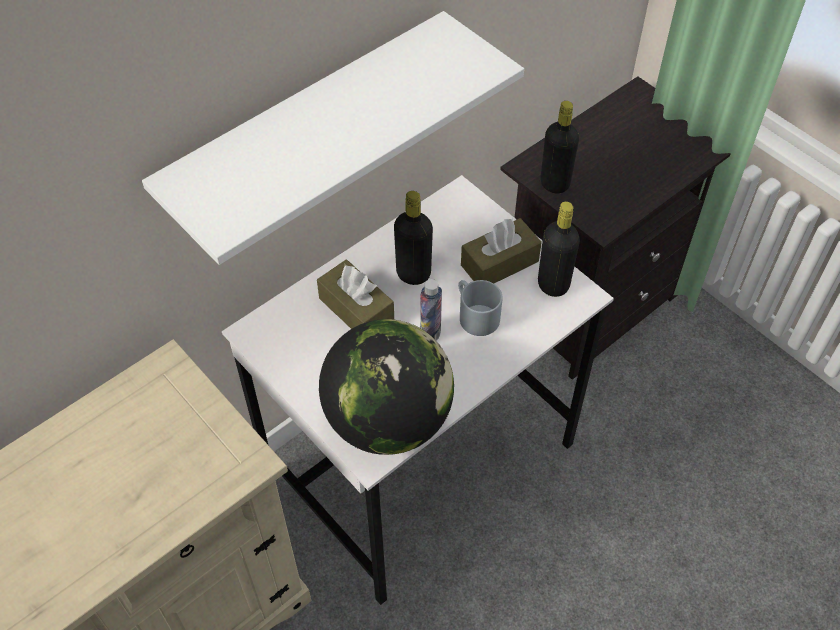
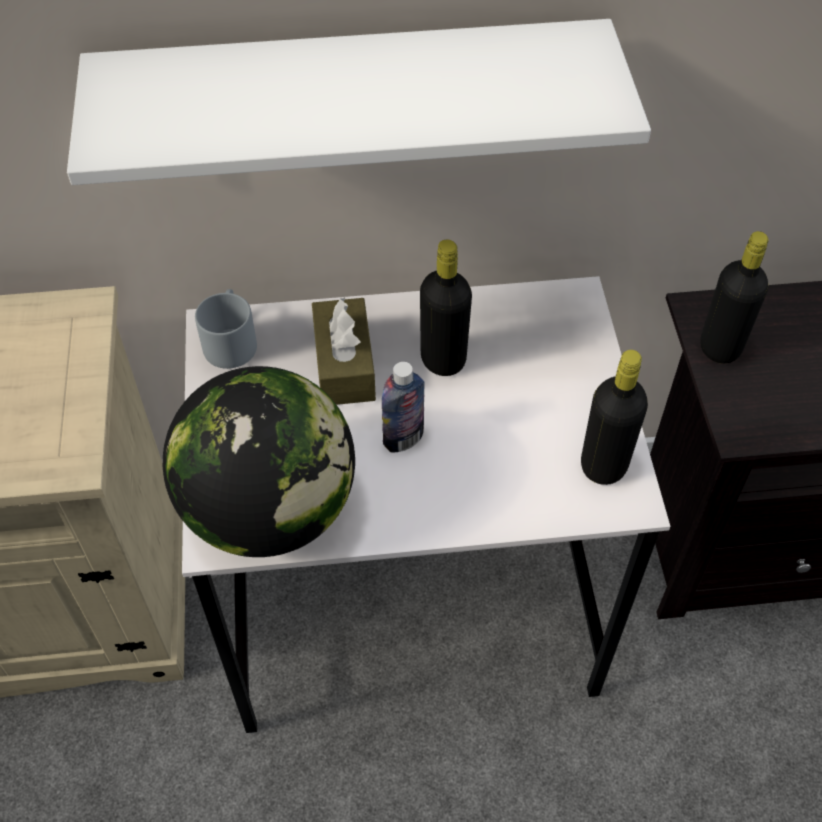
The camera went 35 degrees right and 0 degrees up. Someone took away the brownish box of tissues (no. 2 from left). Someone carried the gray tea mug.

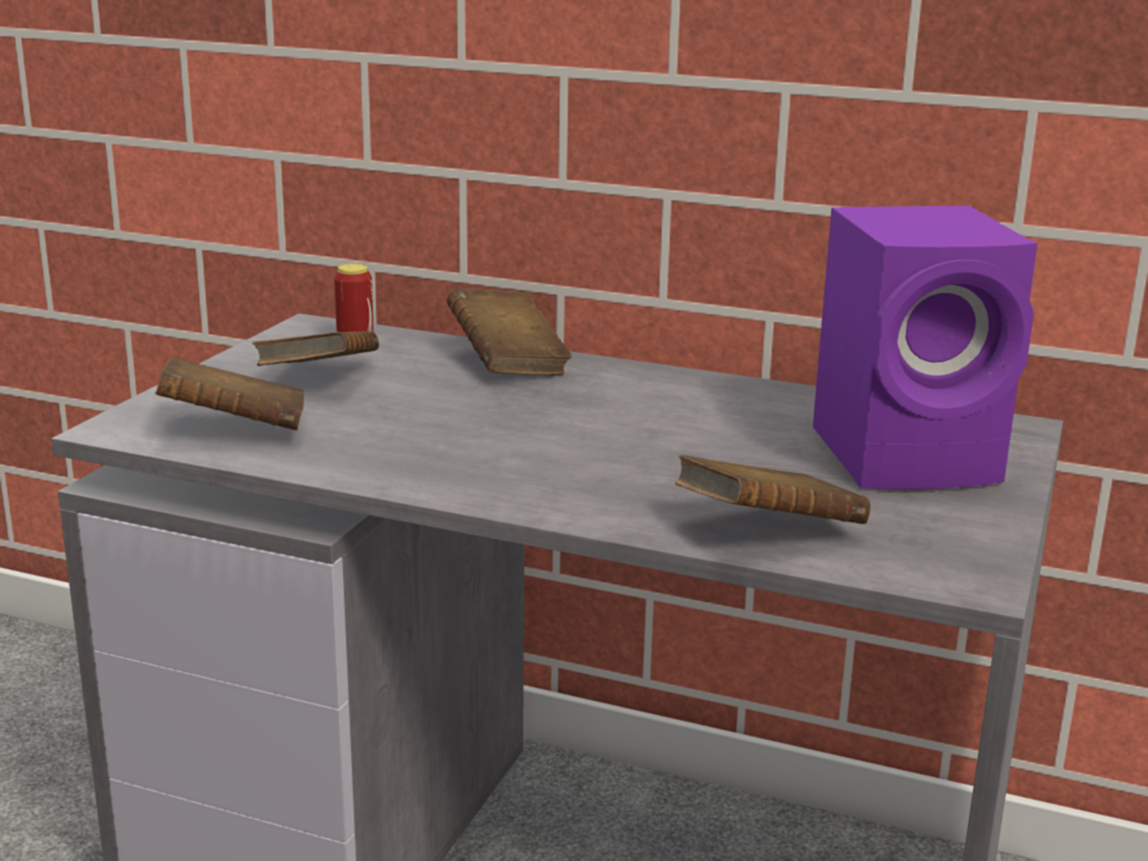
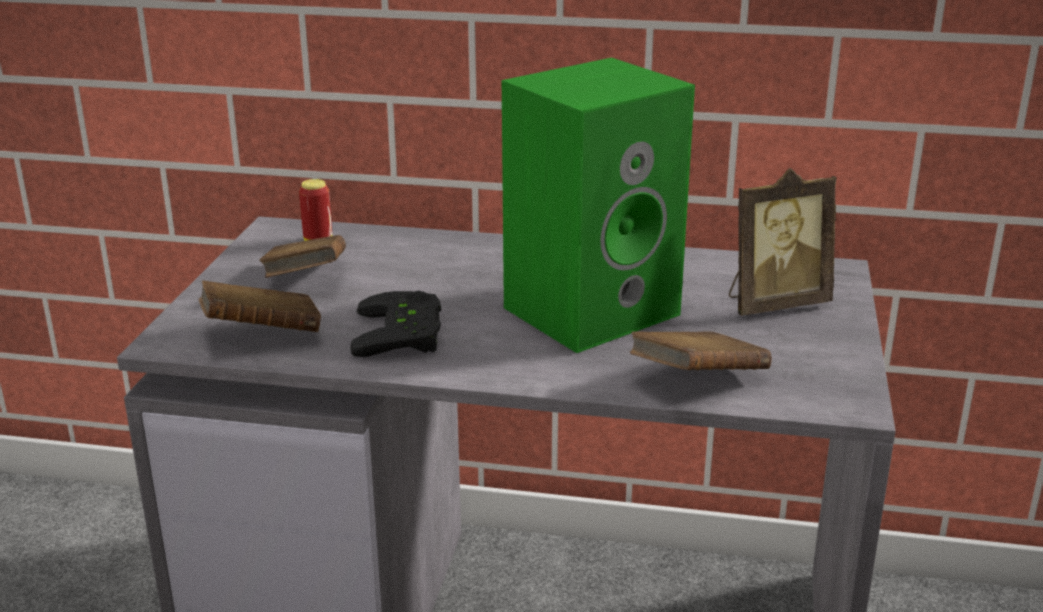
The camera went 10 degrees left and 5 degrees up. Someone took away the brownish bound book (no. 3 from left). Someone put down the black-coloured game controller. Someone put down the green audio speaker. Someone swapped the purplish audio speaker for the standing frame.

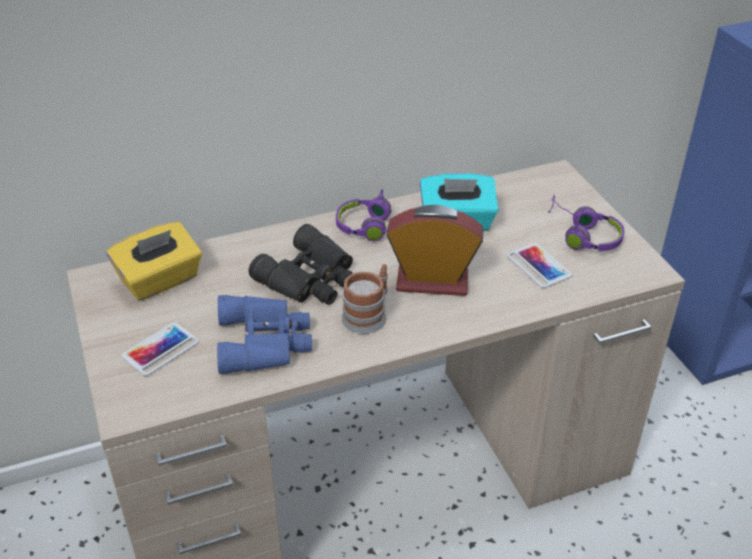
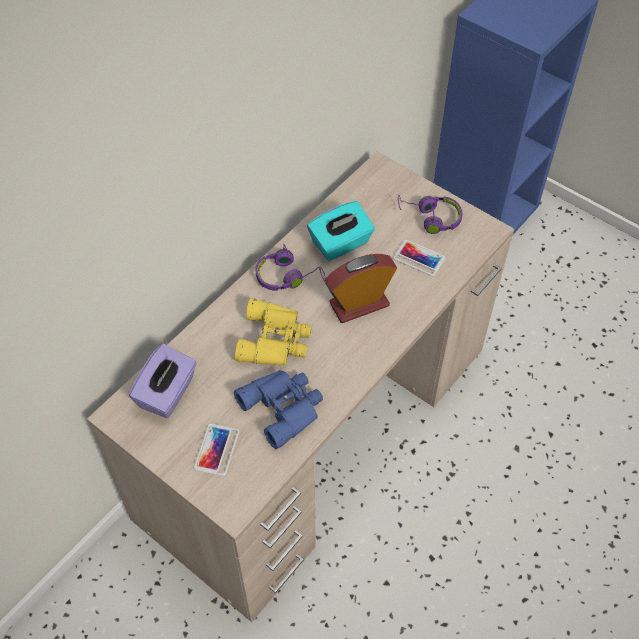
The camera went 30 degrees left and 15 degrees up. Someone took away the tea mug. Someone repainted the yellow-coloured box of tissues, which became the purplish box of tissues. Someone repainted the black-coloured field glasses, which became the yellow-coloured field glasses.

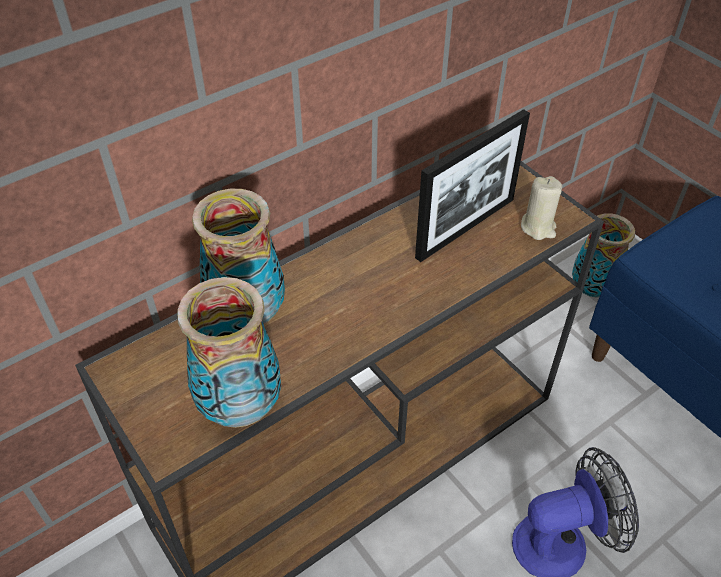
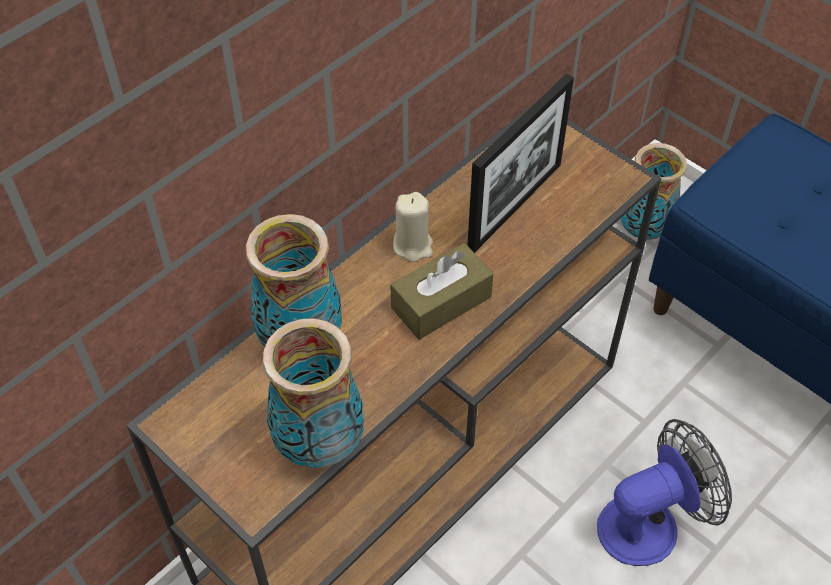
The camera went 10 degrees left and 5 degrees up. Someone put down the brownish box of tissues. Someone carried the beige-coloured candle.

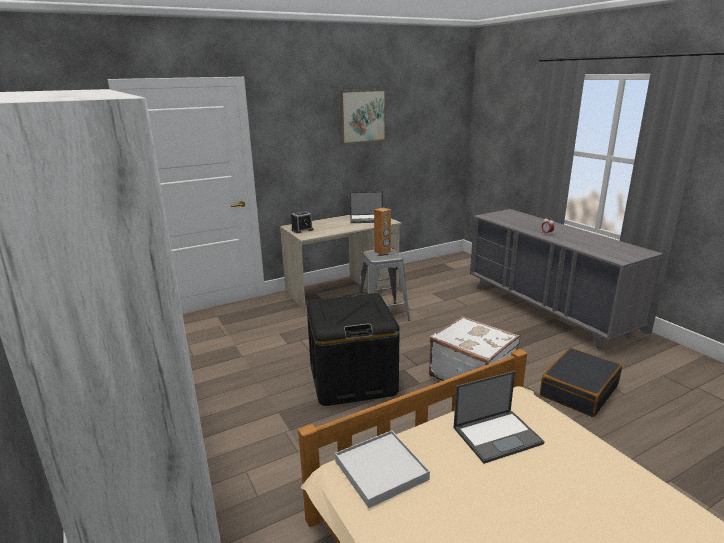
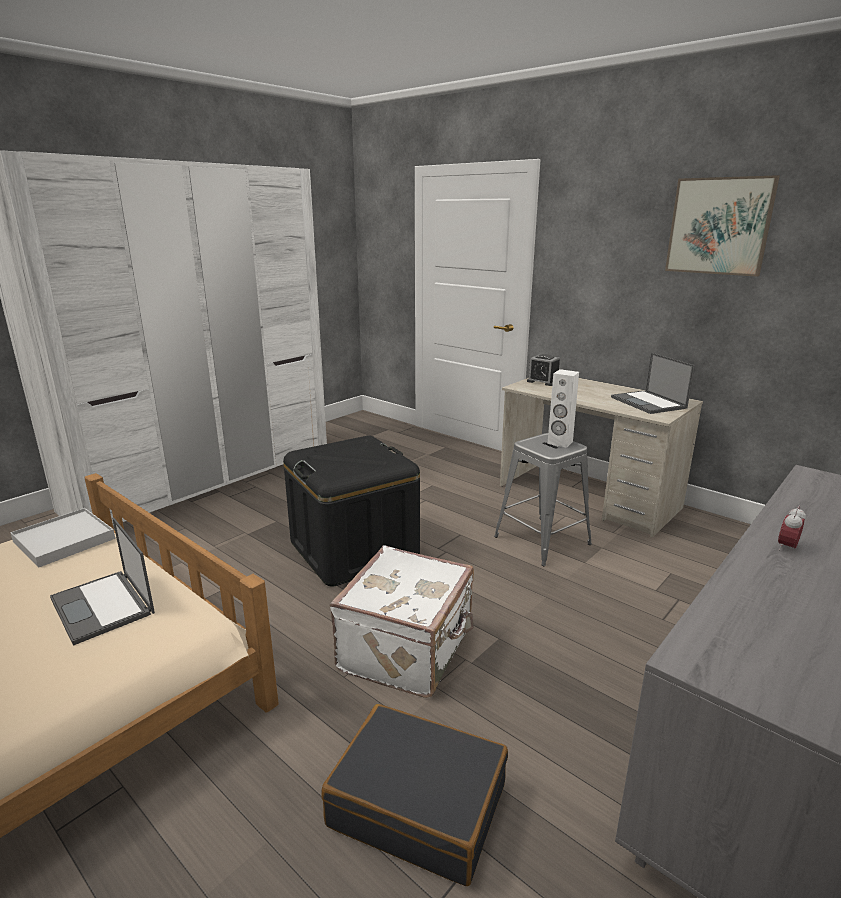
The camera went 70 degrees right and 0 degrees up. Someone repainted the brownish audio speaker, which became the white-coloured audio speaker.

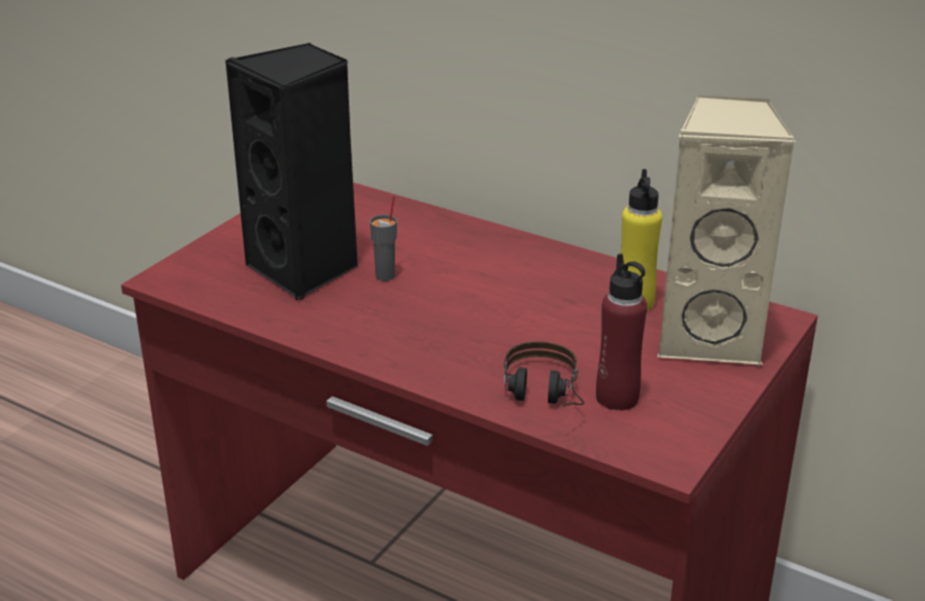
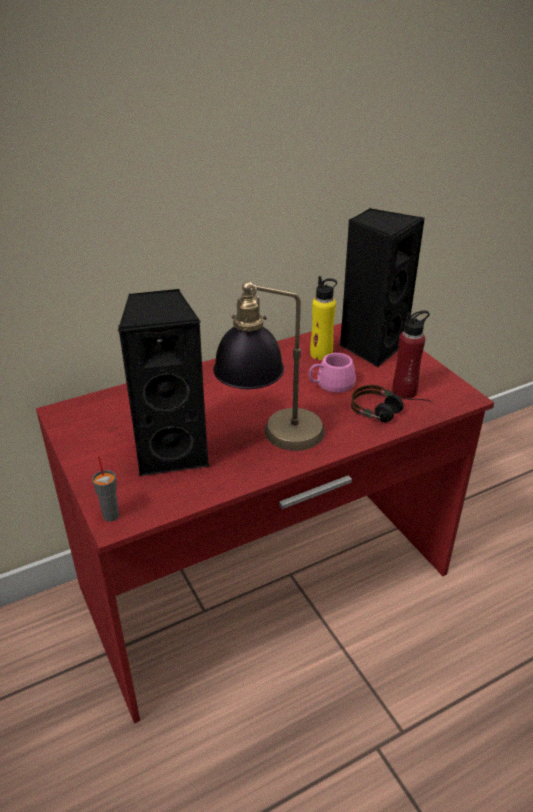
The camera went 60 degrees left and 5 degrees up. Someone put down the lamp for a table. Someone put down the pink tea mug. Someone carried the gray cup. Someone repainted the beige-coloured audio speaker, which became the black-coloured audio speaker (no. 2 from left).

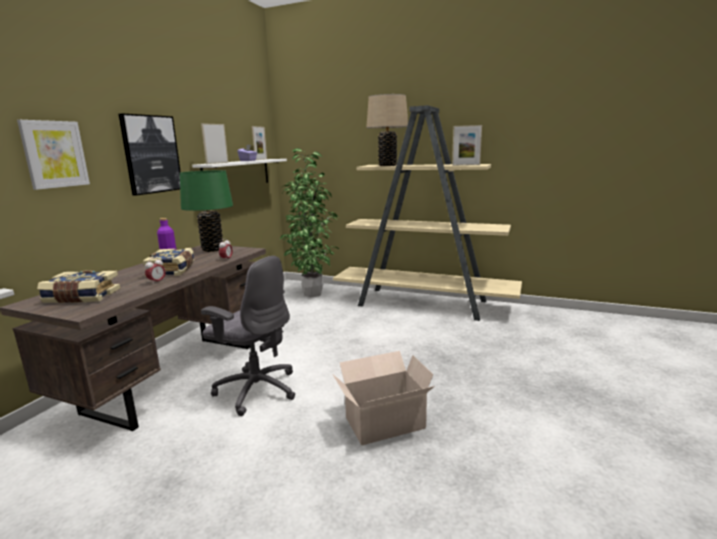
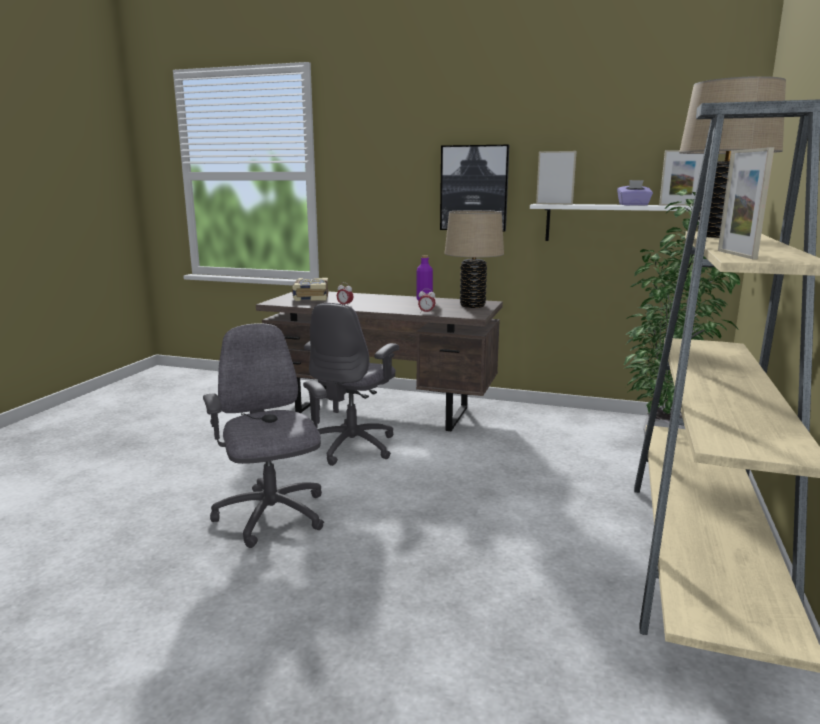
The camera went 85 degrees right and 0 degrees up. Someone took away the wall picture (no. 1 from left). Someone took away the bound book (no. 2 from left). Someone swapped the packing box for the gray desk chair (no. 1 from left). Someone repainted the green lamp for a table, which became the beige-coloured lamp for a table (no. 1 from left).

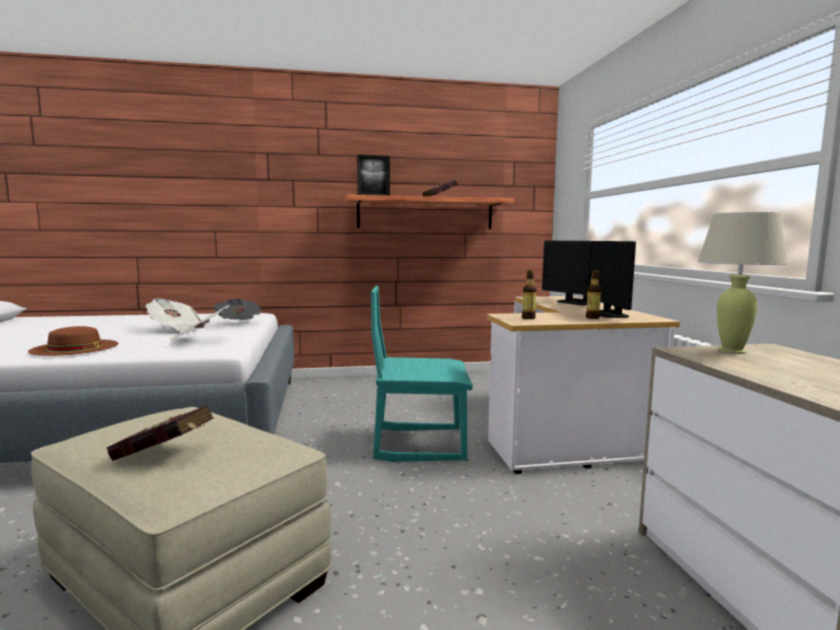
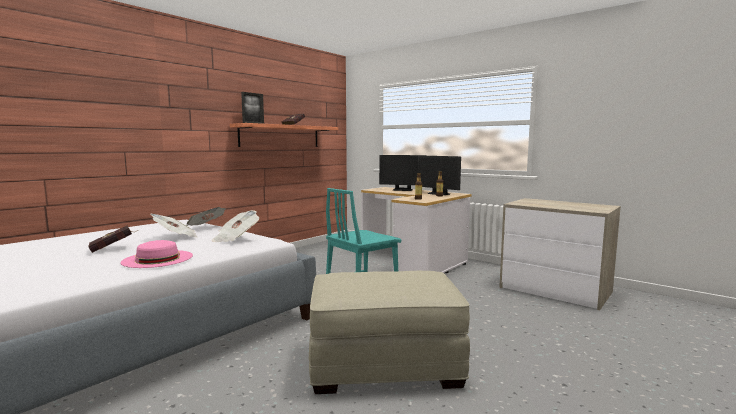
The camera went 40 degrees left and 0 degrees up. Someone took away the beige-coloured lamp for a table. Someone carried the red bound book (no. 1 from left). Someone repainted the brownish hat, which became the pink hat.

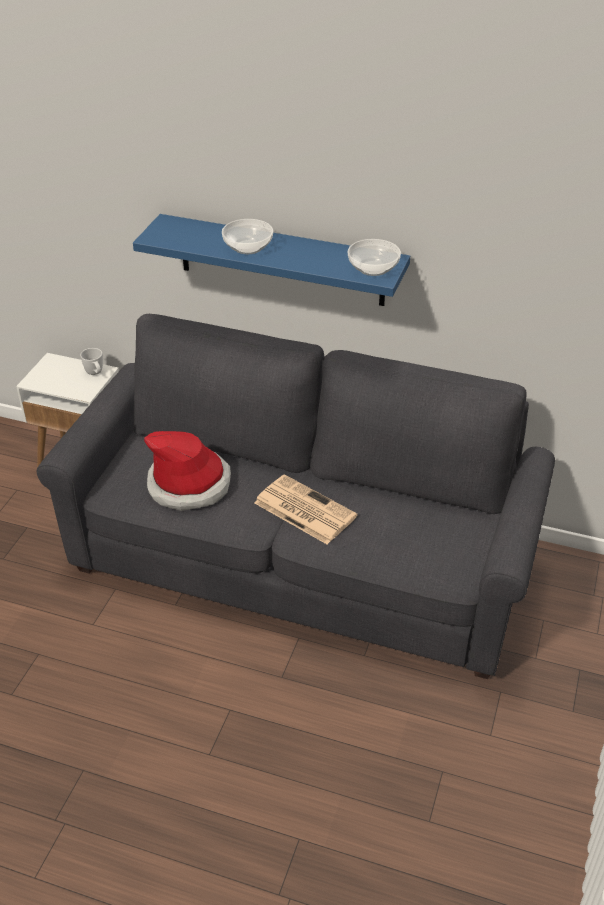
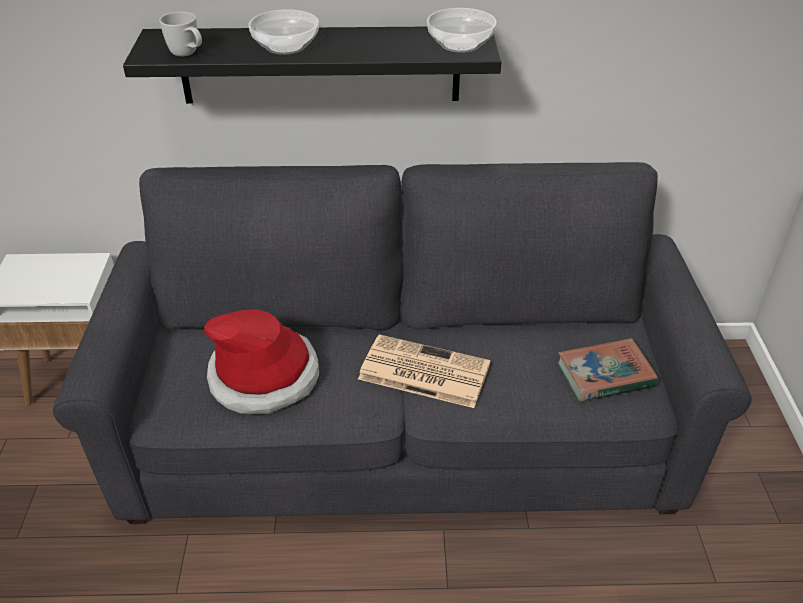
The camera went 20 degrees left and 0 degrees up. Someone put down the bound book. Someone carried the white-coloured tea mug. Someone repainted the blue-coloured bracket shelf, which became the black-coloured bracket shelf.

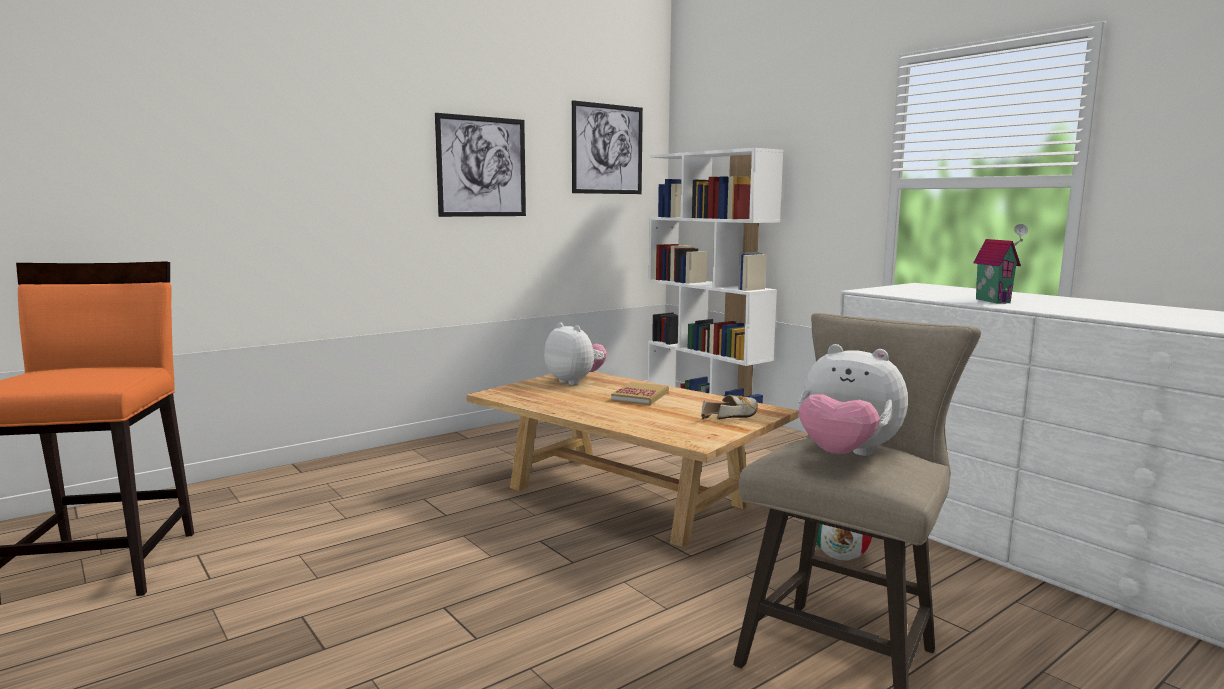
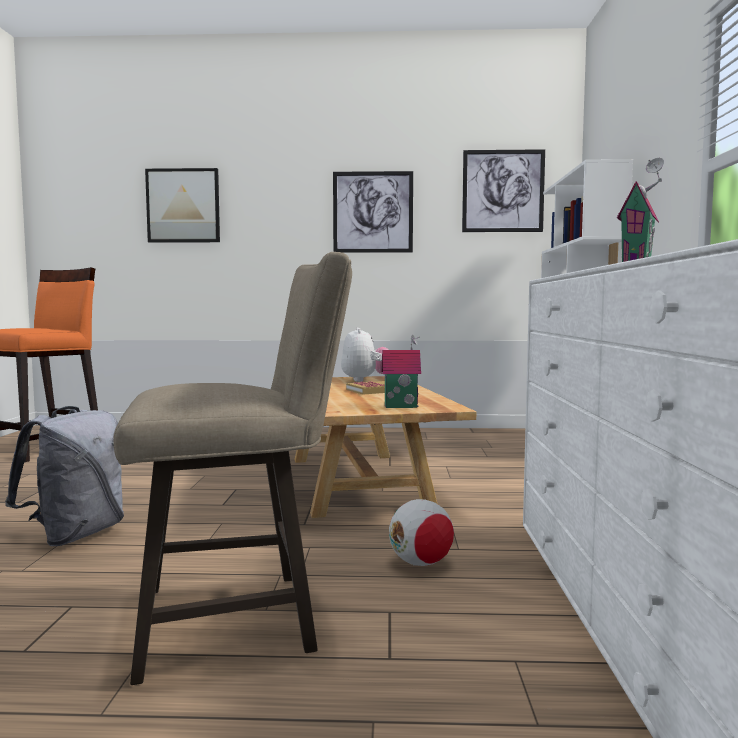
The camera went 40 degrees right and 5 degrees down. Someone took away the soft toy (no. 2 from left). Someone put down the gray rucksack. Someone put up the wall picture (no. 1 from left). Someone swapped the low shoe for the miniature house (no. 1 from left).

